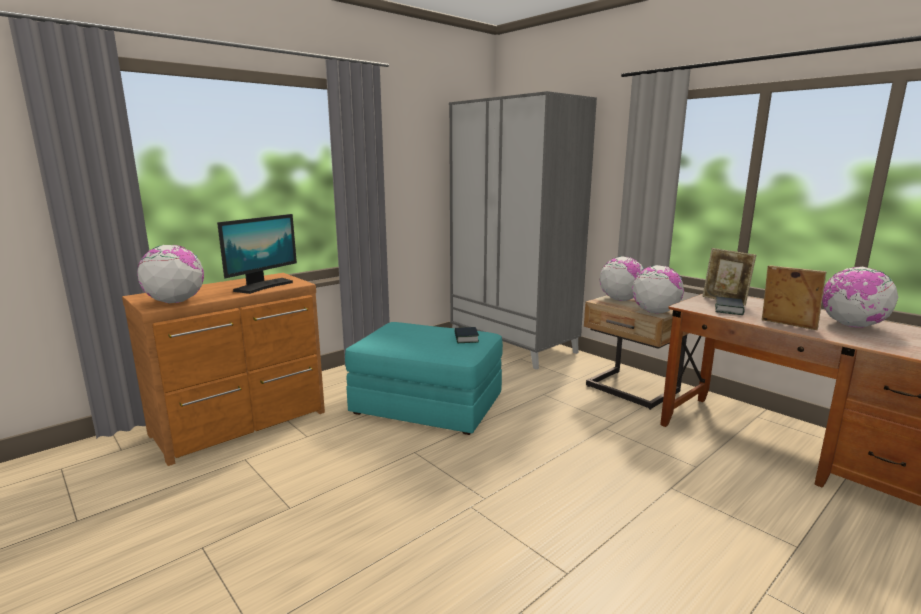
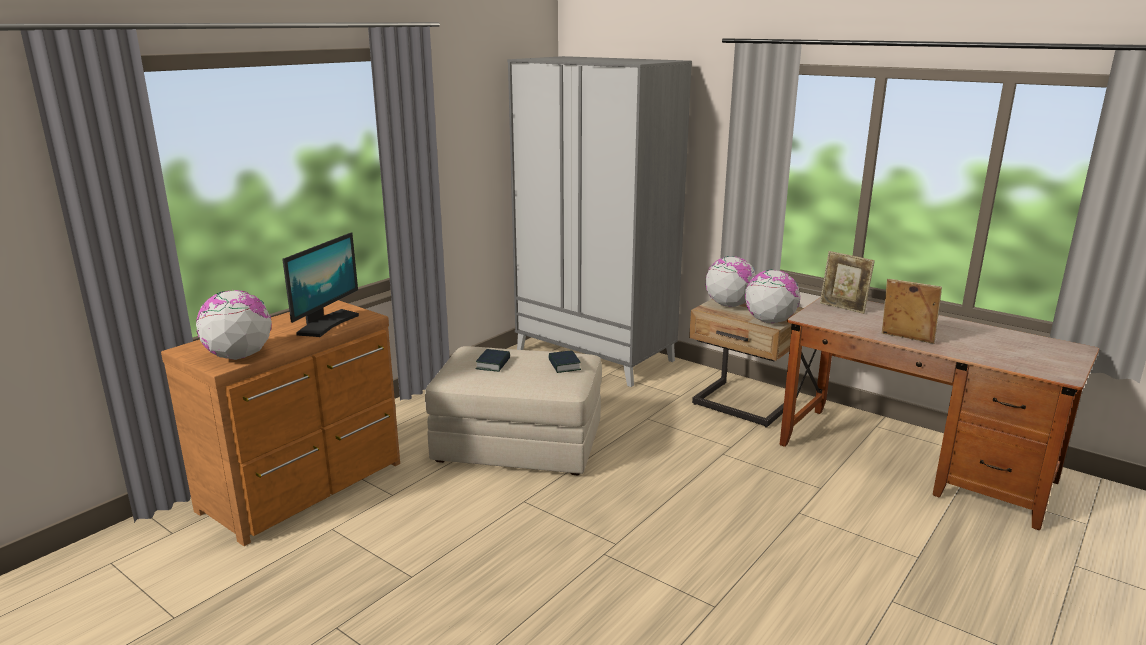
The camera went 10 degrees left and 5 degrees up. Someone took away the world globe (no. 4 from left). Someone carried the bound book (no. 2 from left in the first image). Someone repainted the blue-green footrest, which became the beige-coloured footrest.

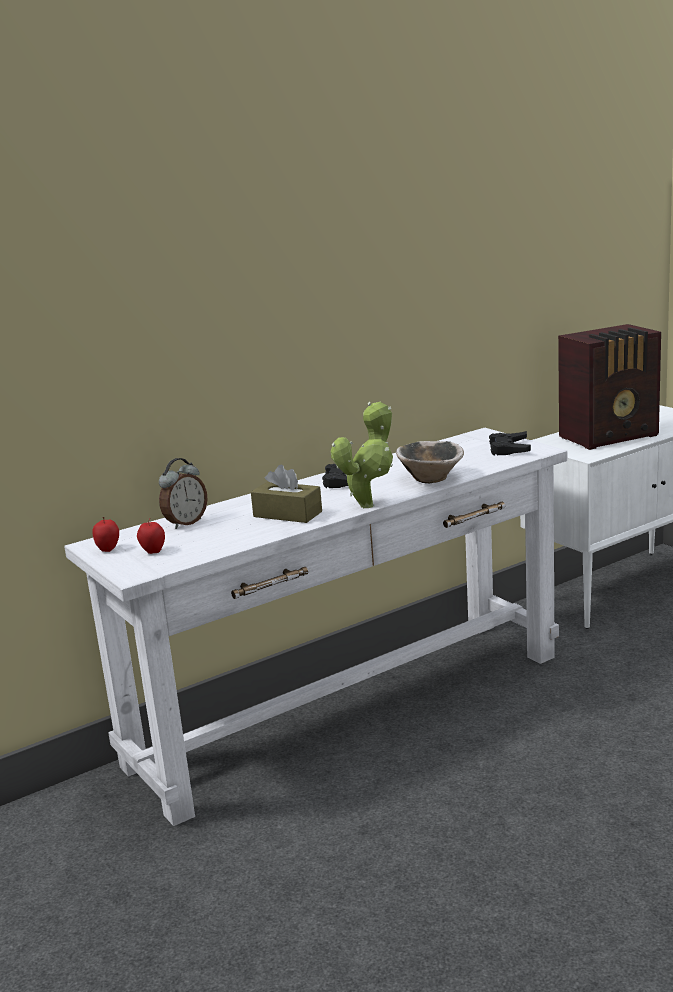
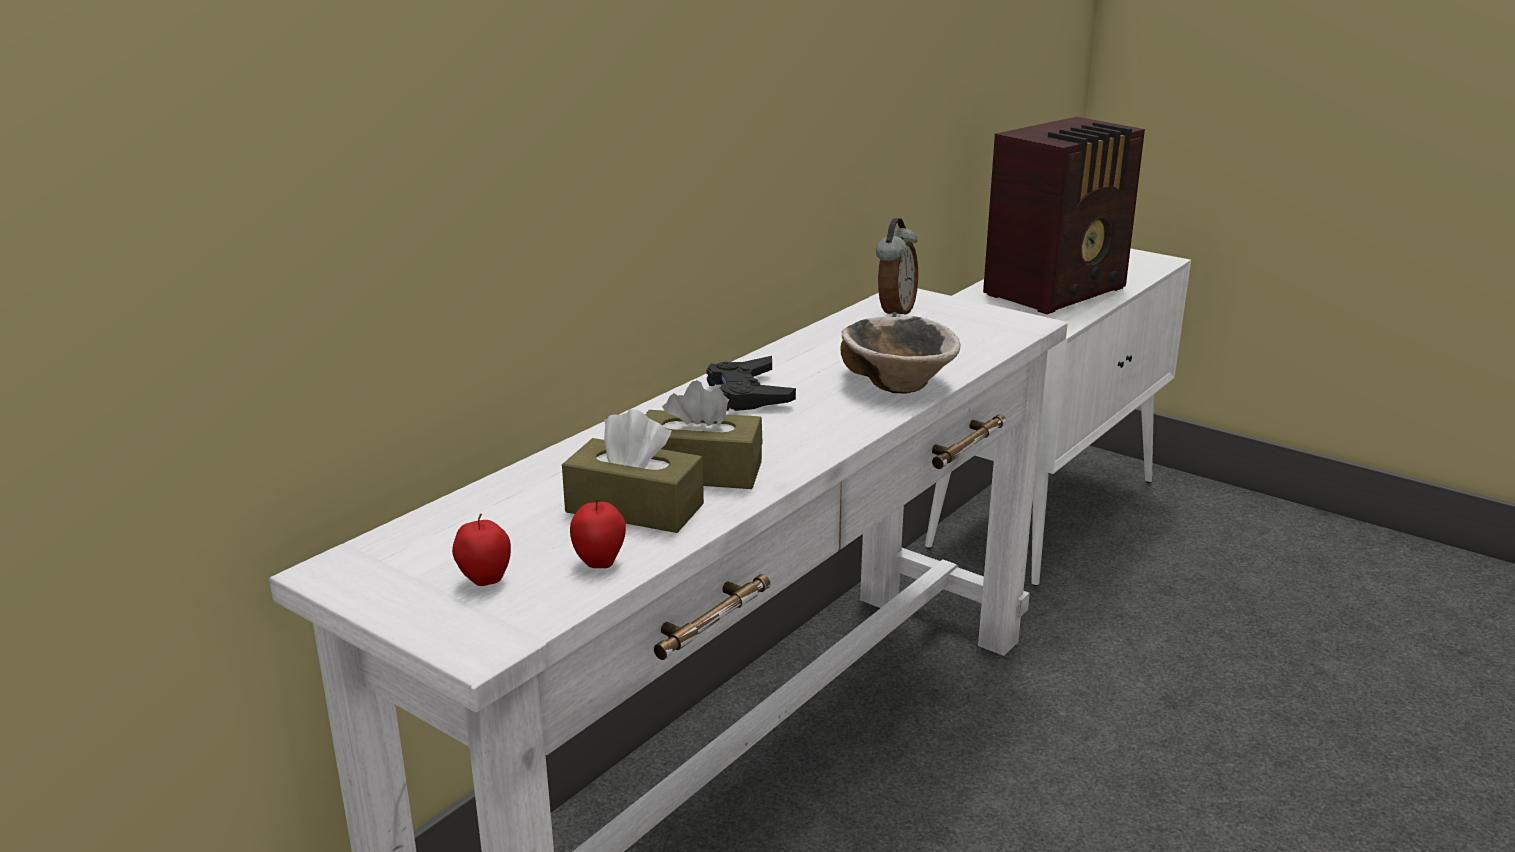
The camera went 20 degrees left and 5 degrees up. Someone took away the potted plant. Someone took away the black-coloured game controller (no. 2 from left). Someone put down the brownish box of tissues (no. 1 from left). Someone carried the apple fruit (no. 1 from left in the first image). Someone carried the table clock.

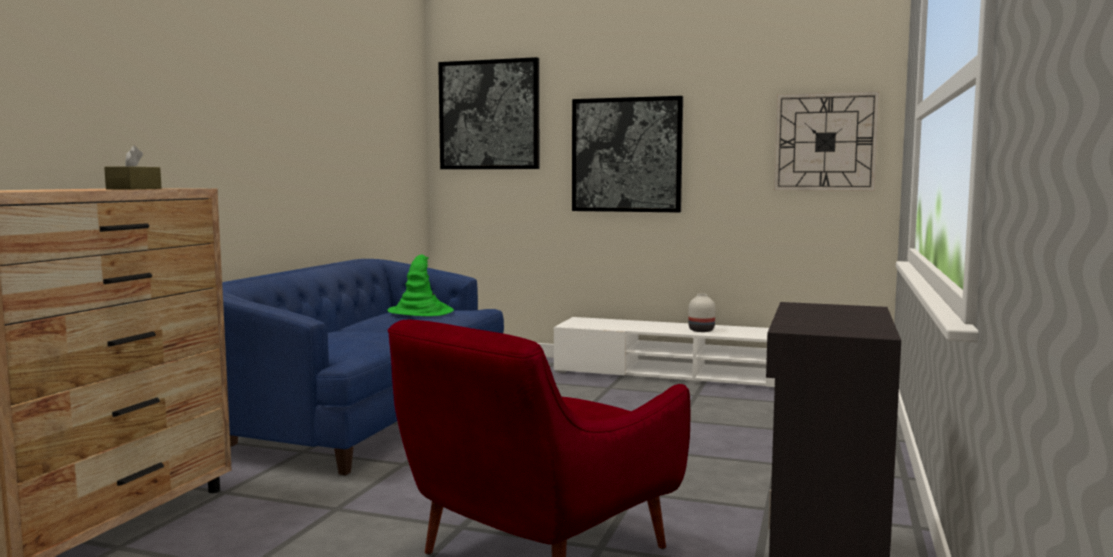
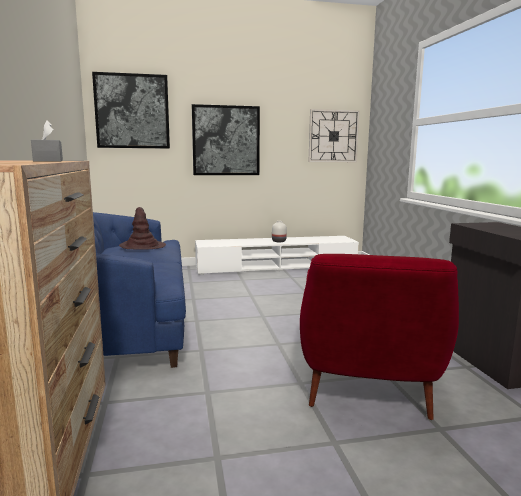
The camera went 30 degrees left and 5 degrees up. Someone repainted the brownish box of tissues, which became the gray box of tissues. Someone repainted the green hat, which became the brownish hat.

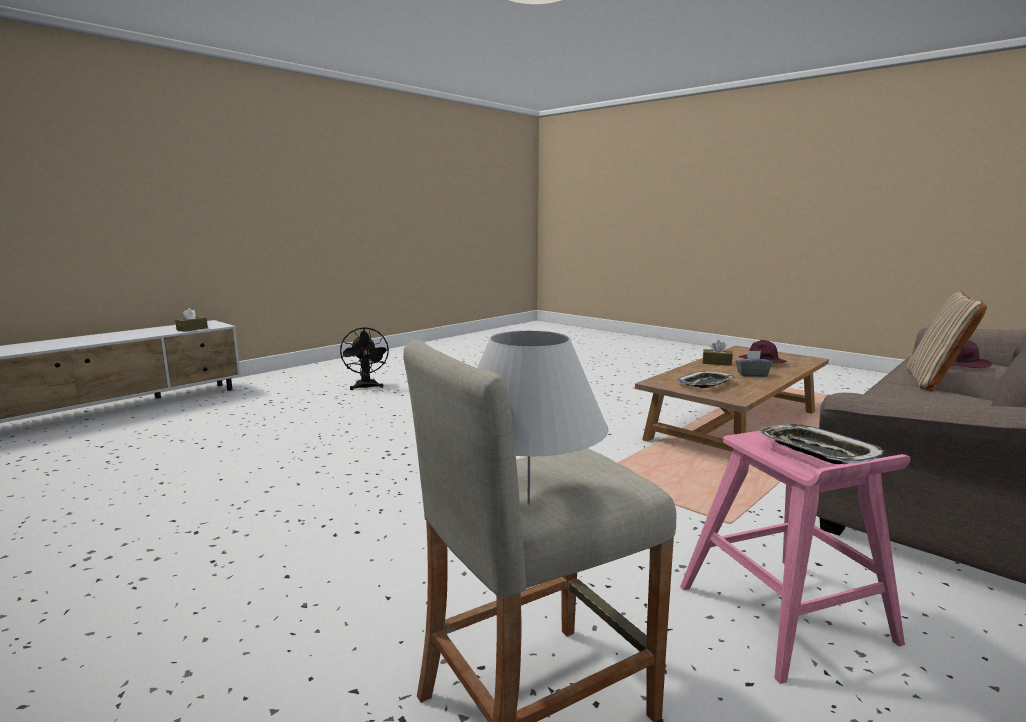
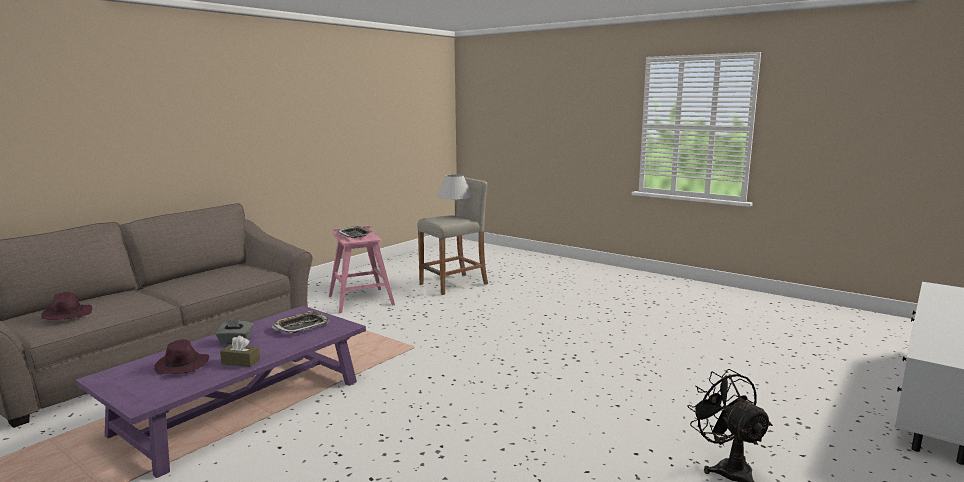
The camera went 175 degrees right and 0 degrees up. Someone took away the brownish box of tissues (no. 1 from left). Someone took away the beige-coloured cushion. Someone repainted the brownish coffee table, which became the purplish coffee table.

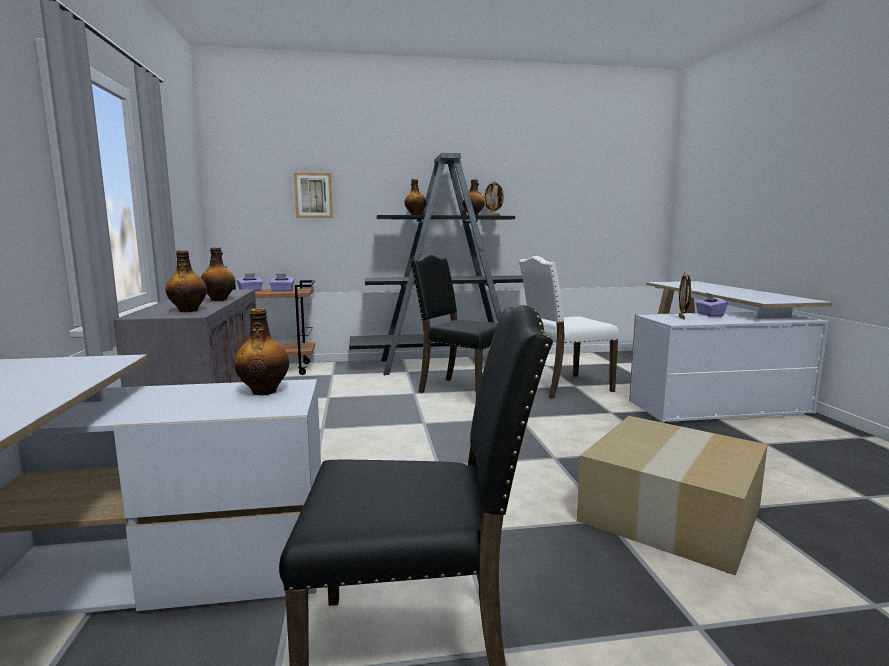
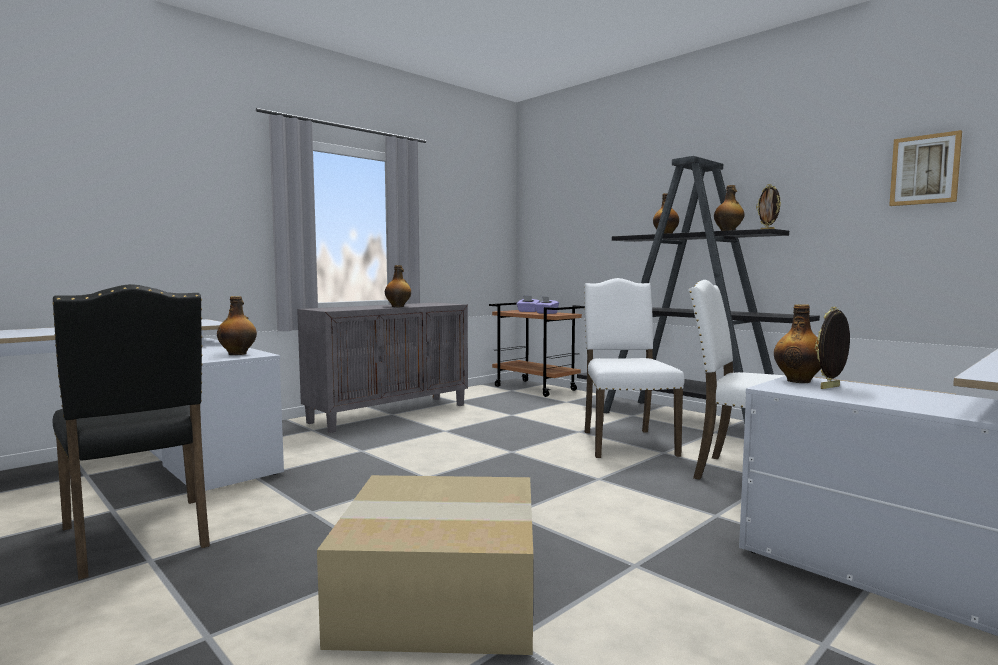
The camera went 55 degrees right and 5 degrees down. Someone took away the purplish box of tissues (no. 3 from left). Someone carried the drink bottle (no. 1 from left in the first image). Someone carried the wall picture. Someone repainted the black-coloured upright chair (no. 2 from left), which became the white-coloured upright chair (no. 1 from left).

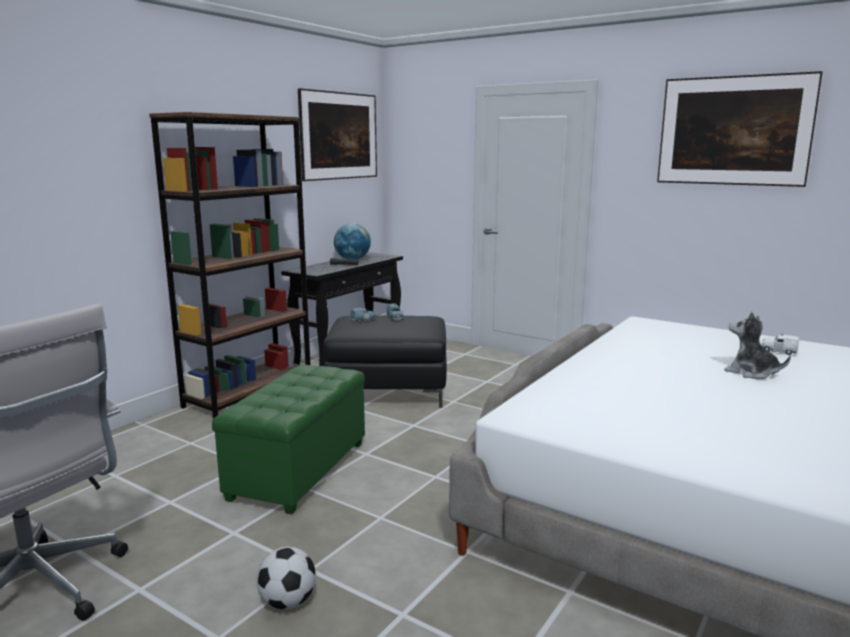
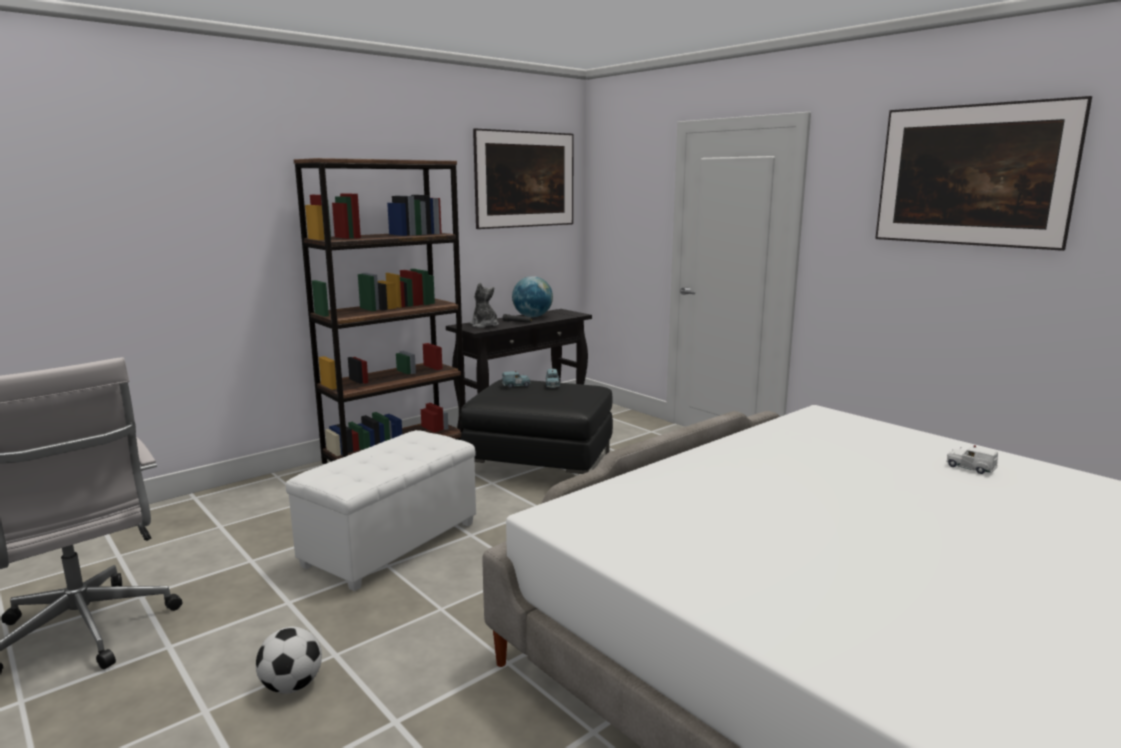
The camera went 15 degrees right and 0 degrees up. Someone carried the soft toy. Someone repainted the green footrest, which became the white-coloured footrest.

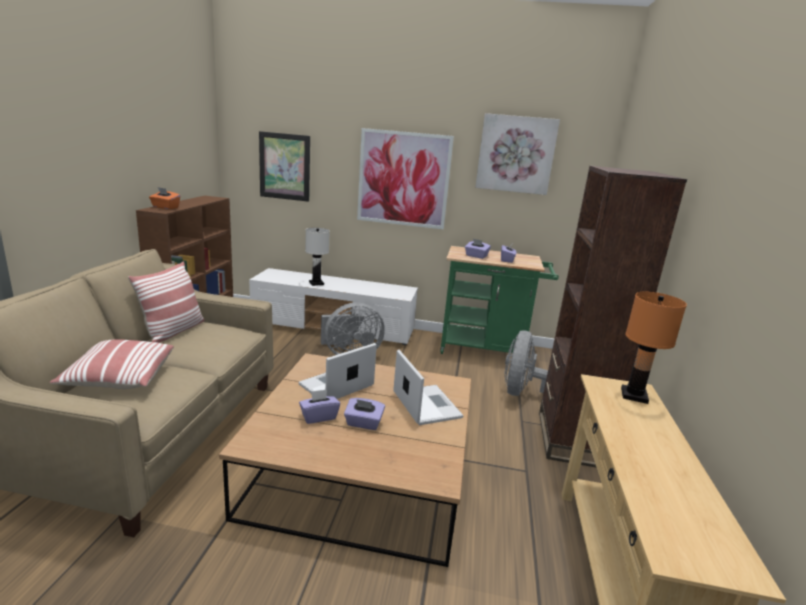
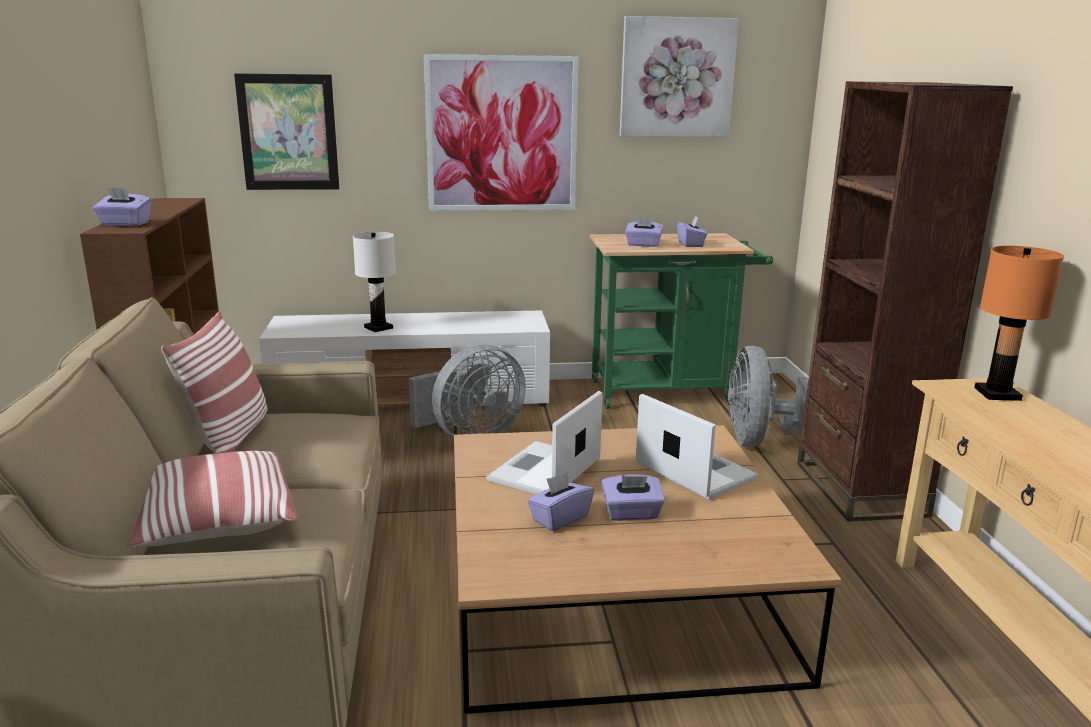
The camera went 15 degrees left and 0 degrees up. Someone repainted the orangey box of tissues, which became the purplish box of tissues (no. 1 from left).

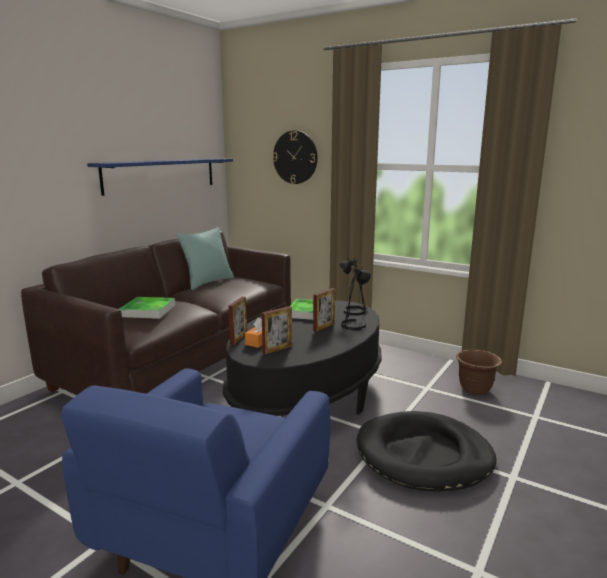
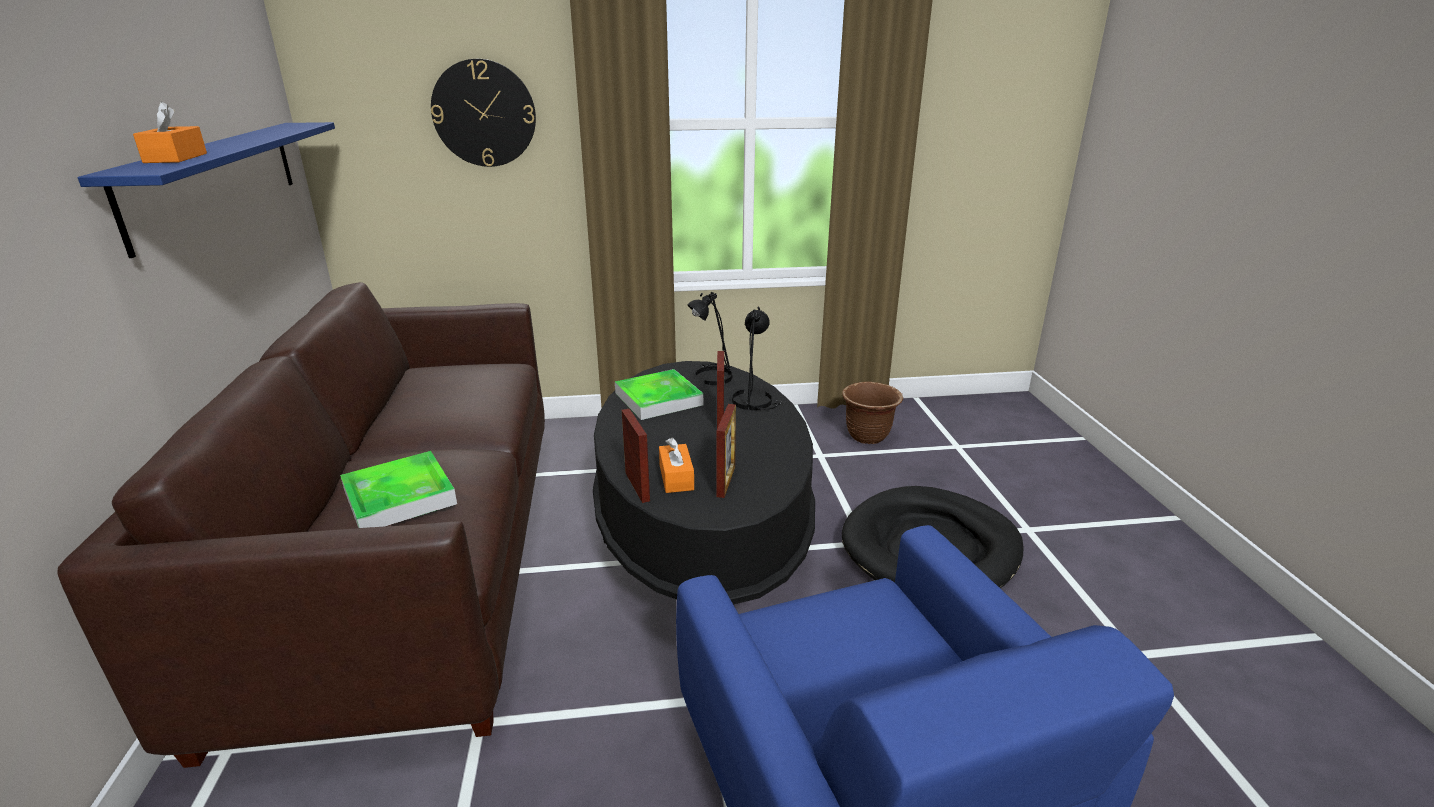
The camera went 40 degrees left and 10 degrees up. Someone took away the blue-green cushion. Someone put down the orangey box of tissues (no. 1 from left).

